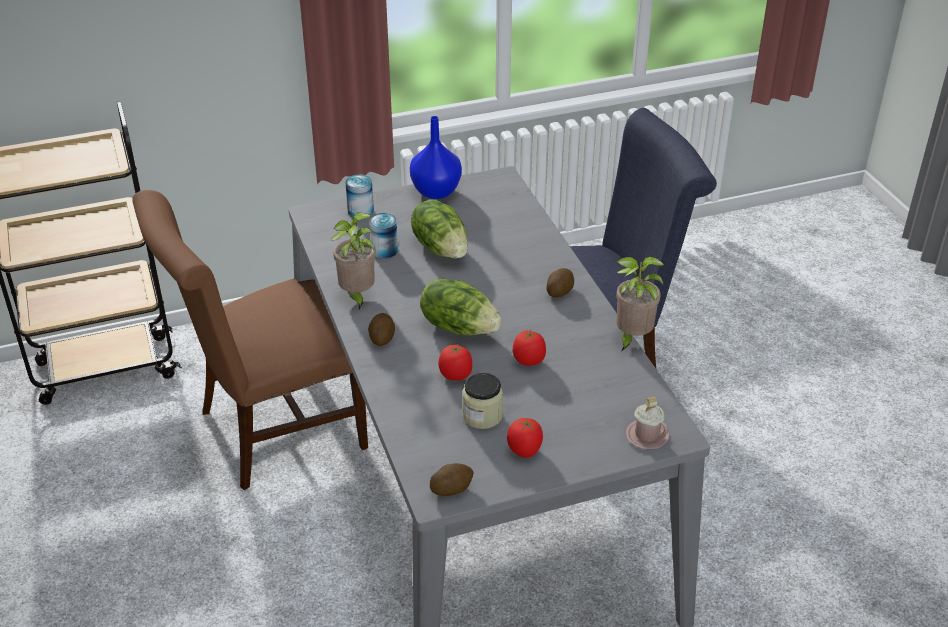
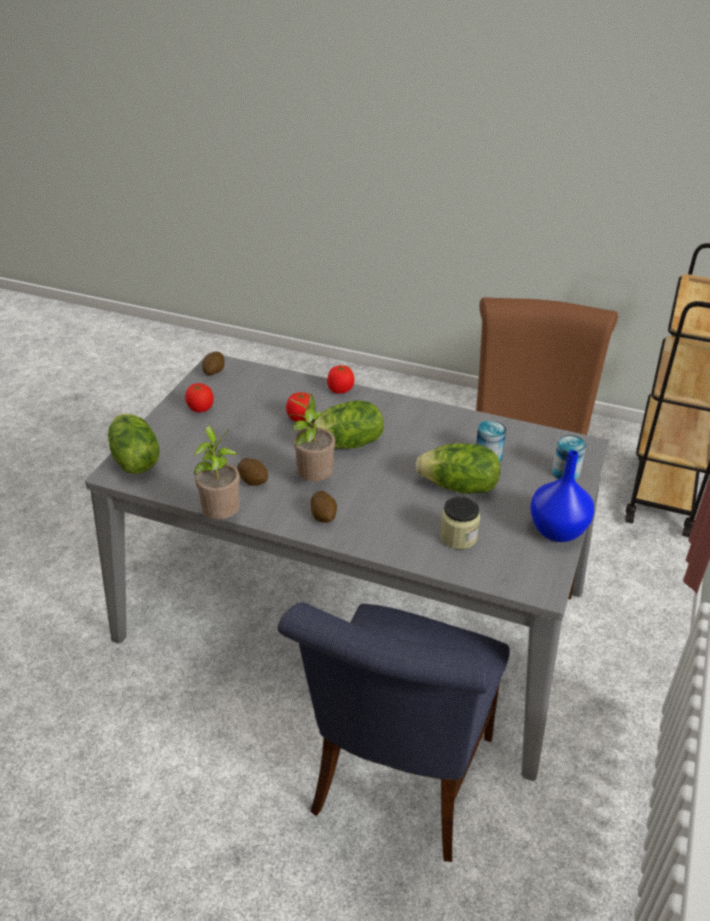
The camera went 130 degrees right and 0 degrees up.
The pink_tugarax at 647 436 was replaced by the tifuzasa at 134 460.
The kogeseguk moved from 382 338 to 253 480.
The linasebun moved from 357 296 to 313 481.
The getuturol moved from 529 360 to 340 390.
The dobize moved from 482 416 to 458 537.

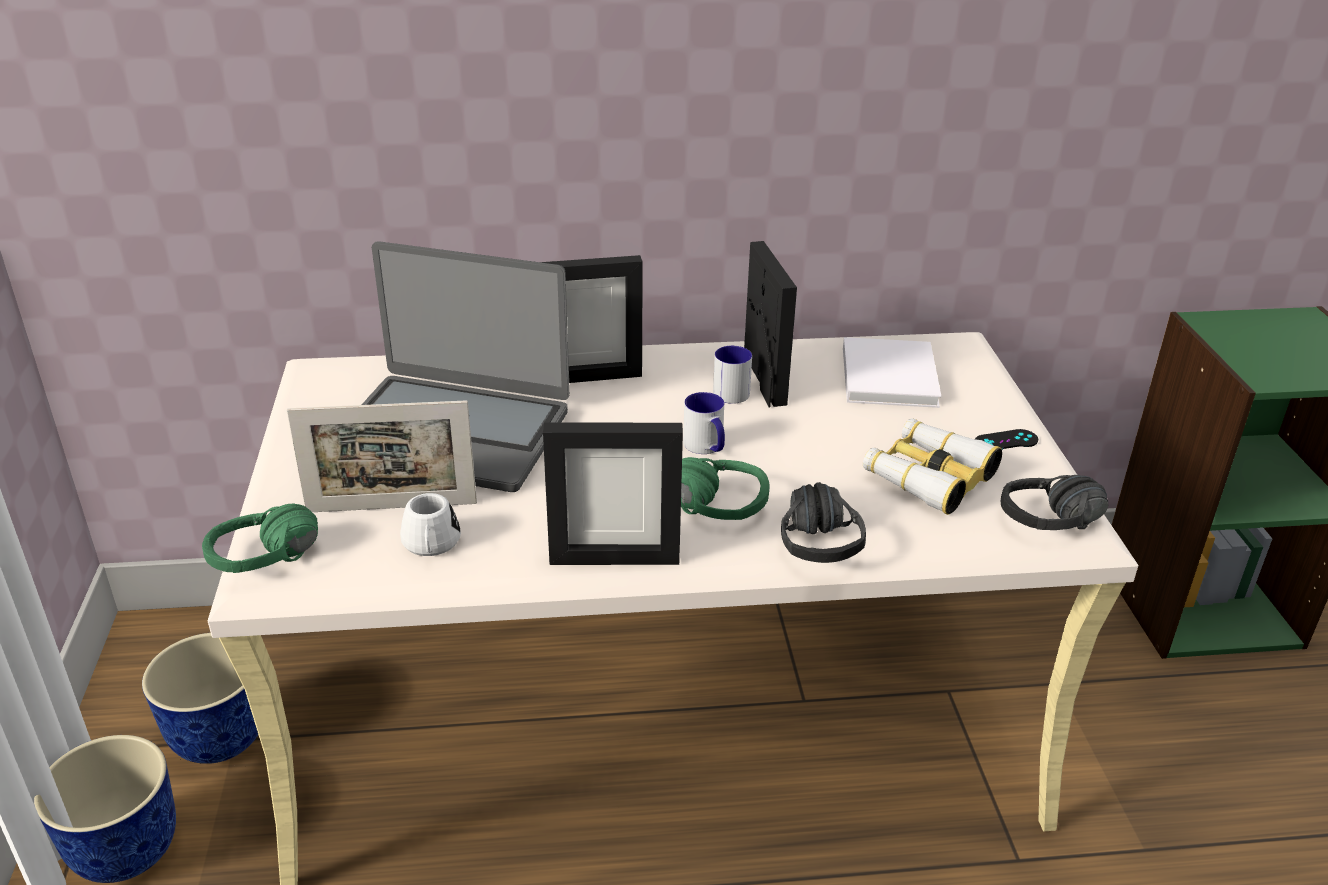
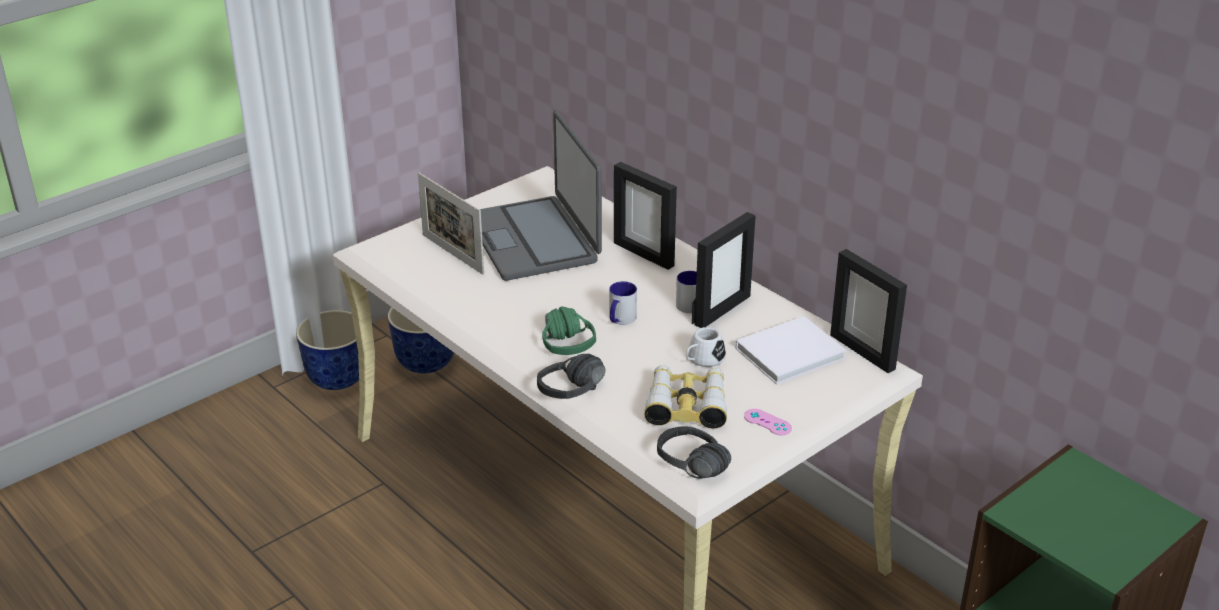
The camera went 55 degrees right and 0 degrees up.
The white_tugarax moved from 431 545 to 702 359.
The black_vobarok at 1006 441 became the pink_vobarok at 767 422.
The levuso moved from 614 557 to 863 351.
The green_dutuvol at 270 566 disappeared.

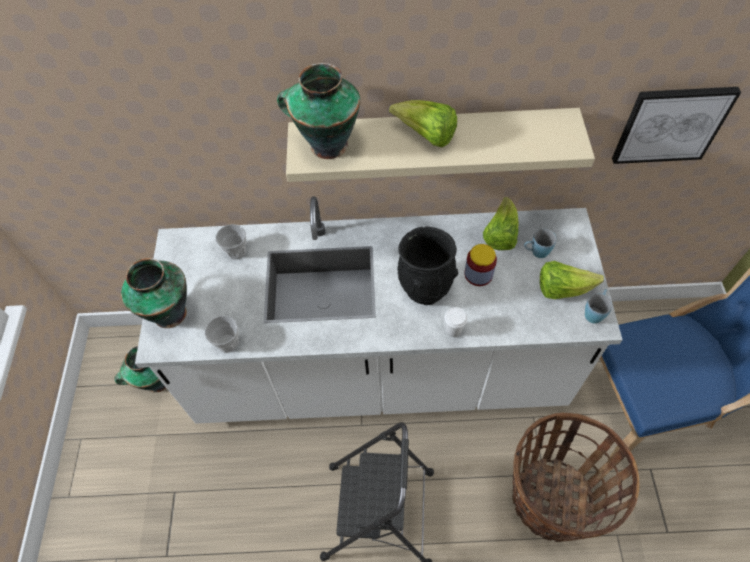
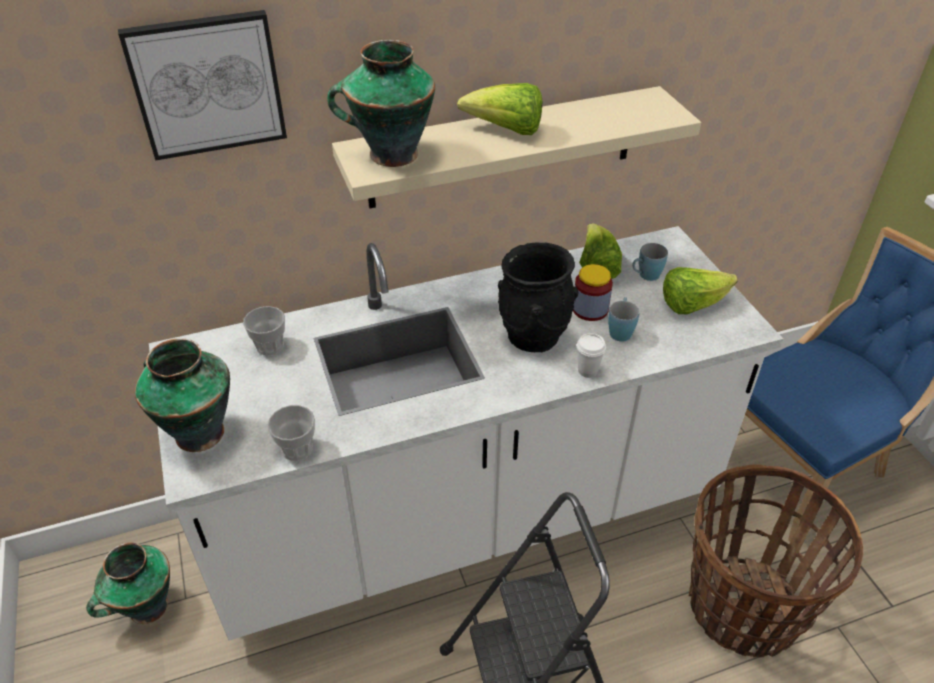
The camera went 20 degrees left and 15 degrees down.
The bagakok moved from 671 124 to 207 84.
The blue_tugarax moved from 594 312 to 620 330.

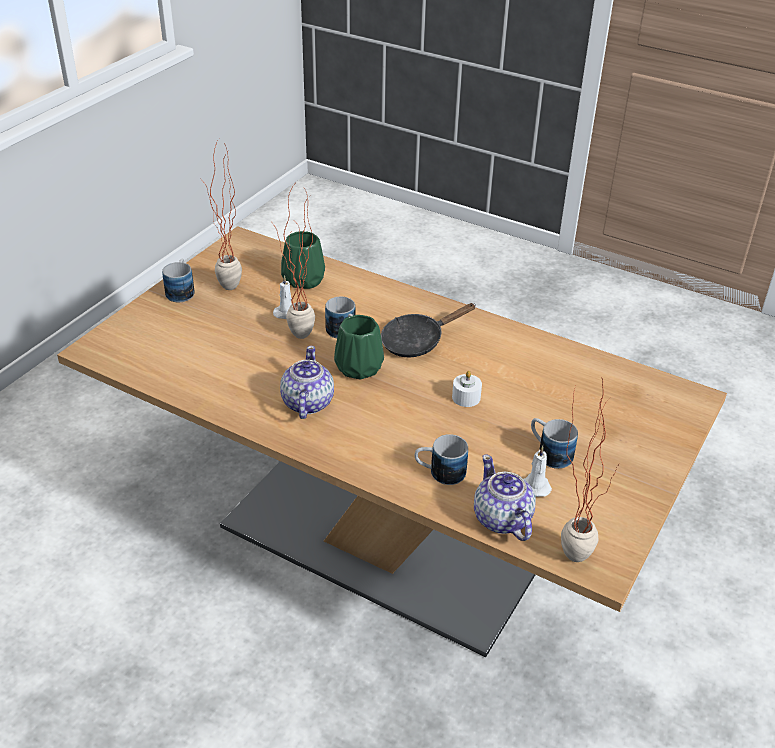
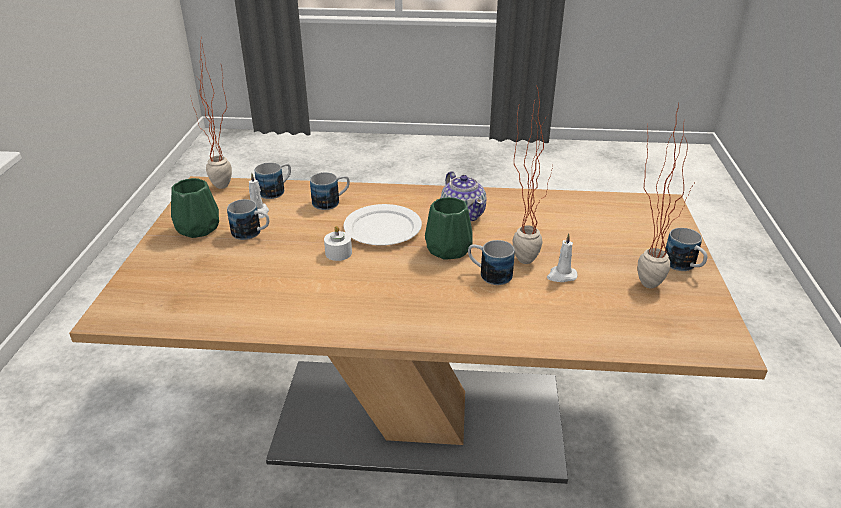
The camera went 155 degrees right and 5 degrees down.
The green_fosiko moved from 305 280 to 197 229.
The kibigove at 502 519 was replaced by the tugarax at 276 190.
The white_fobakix at 382 228 appeared.
The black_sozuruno at 417 341 disappeared.

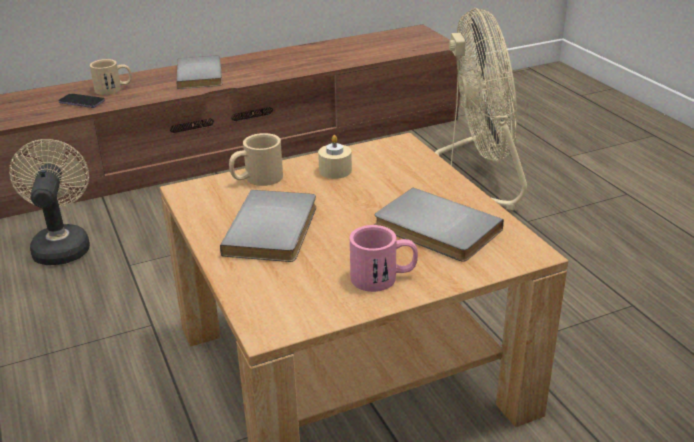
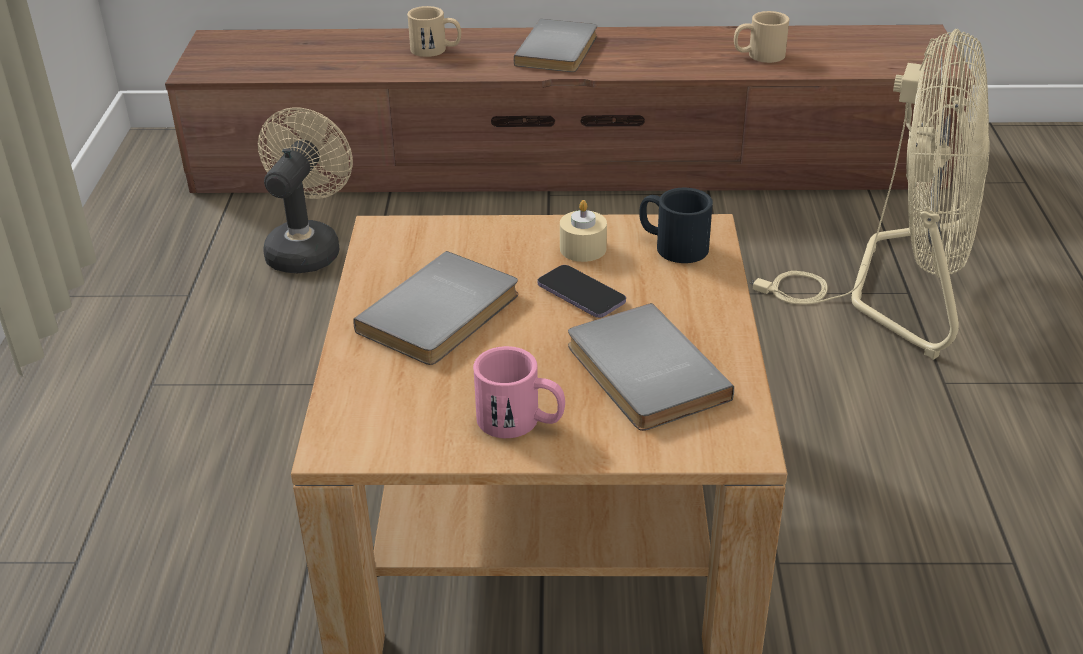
The camera went 25 degrees right and 5 degrees up.
The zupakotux moved from 82 102 to 581 294.
The black_tugarax at 672 245 appeared.
The beige_tugarax moved from 256 179 to 758 55.

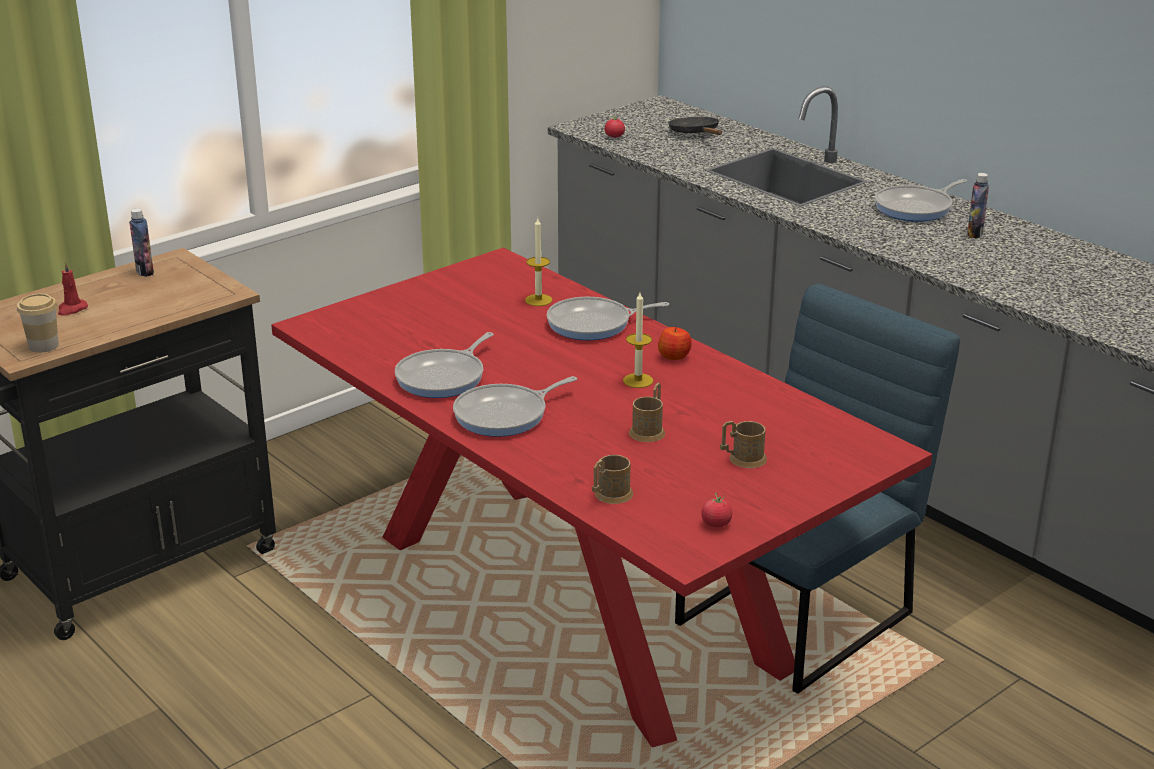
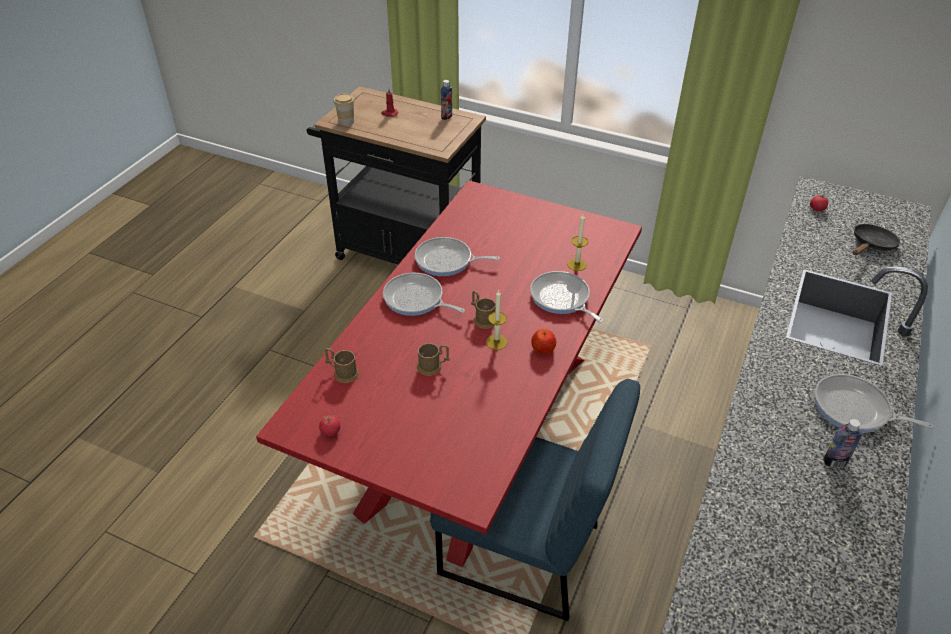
The camera went 65 degrees right and 15 degrees up.
The brown_tugarax moved from 742 459 to 482 318.

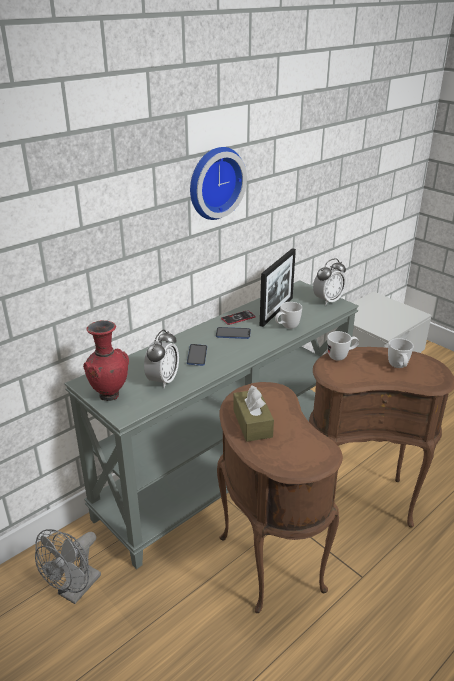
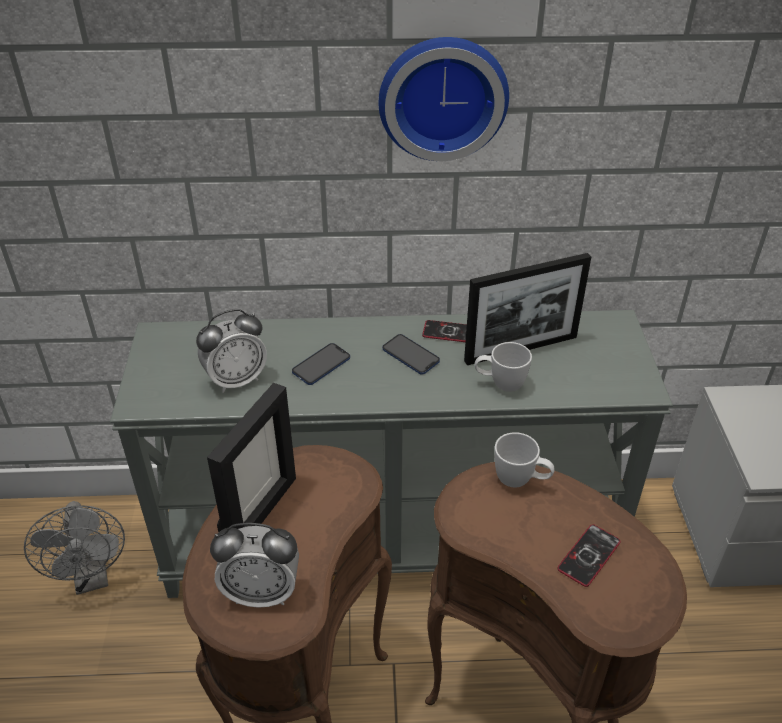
The camera went 40 degrees right and 10 degrees up.
The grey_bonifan at 75 590 turned 90 degrees counterclockwise.
The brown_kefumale at 252 423 was replaced by the levuso at 260 511.
The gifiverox moved from 328 300 to 262 592.
The white_tugarax at 398 367 was replaced by the zupakotux at 589 556.
The red_fosiko at 109 395 disappeared.

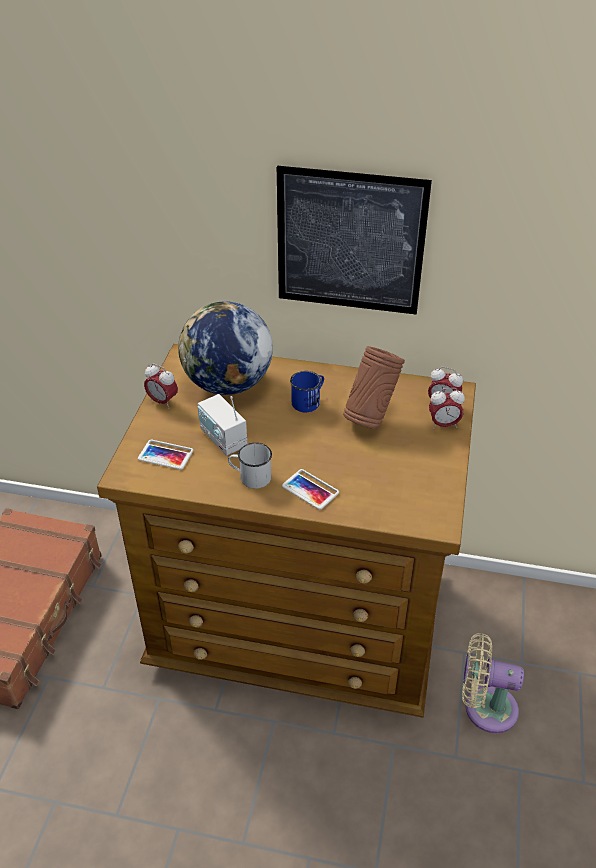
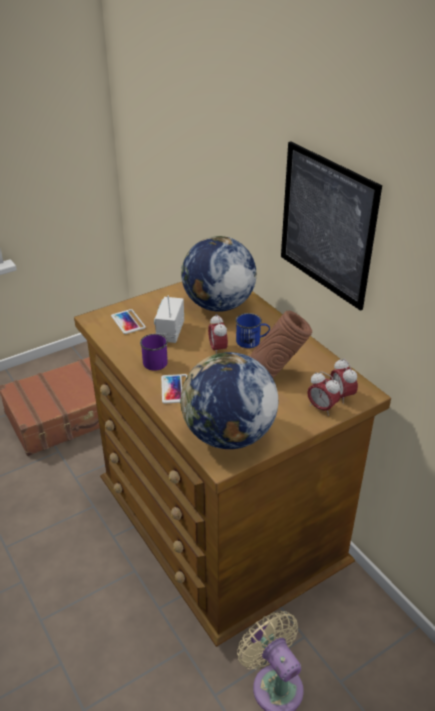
The camera went 45 degrees right and 5 degrees down.
The white_tugarax at 250 477 became the purple_tugarax at 153 361.
The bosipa at 228 435 appeared.
The gifiverox moved from 162 402 to 218 349.

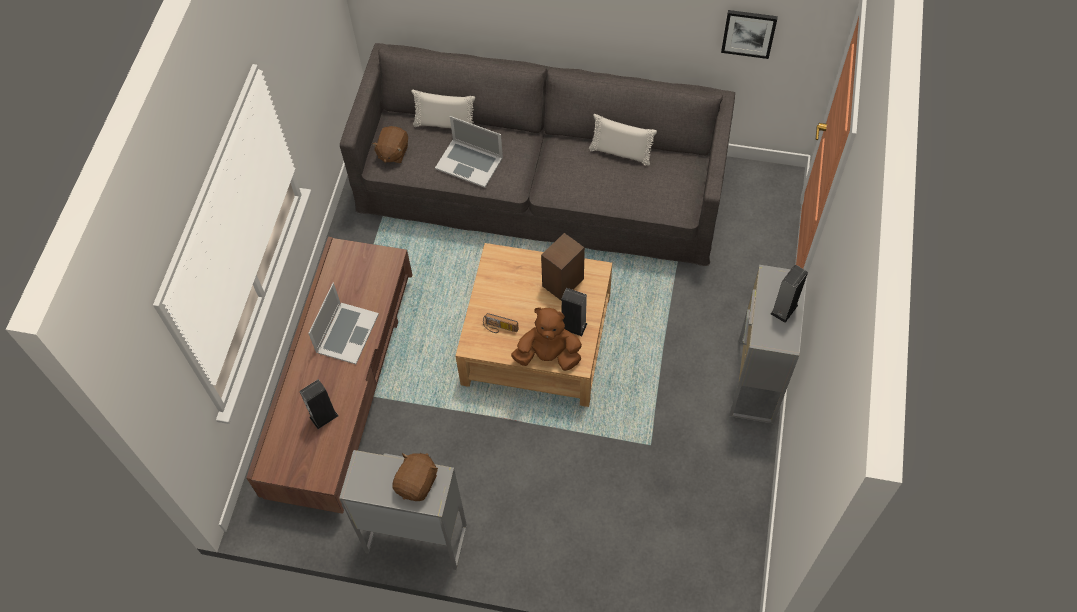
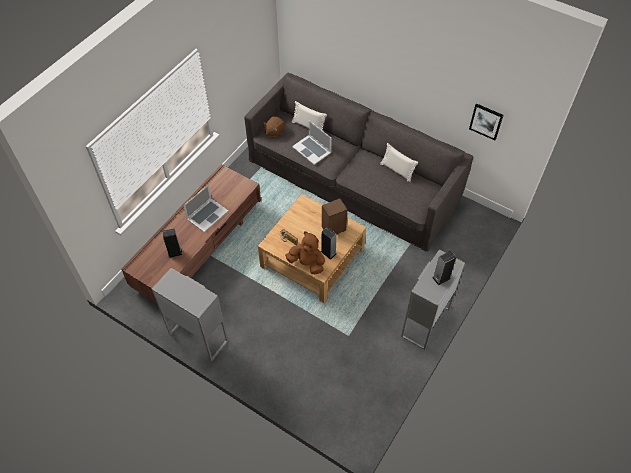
The camera went 20 degrees right and 5 degrees down.
The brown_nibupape at 417 483 disappeared.

